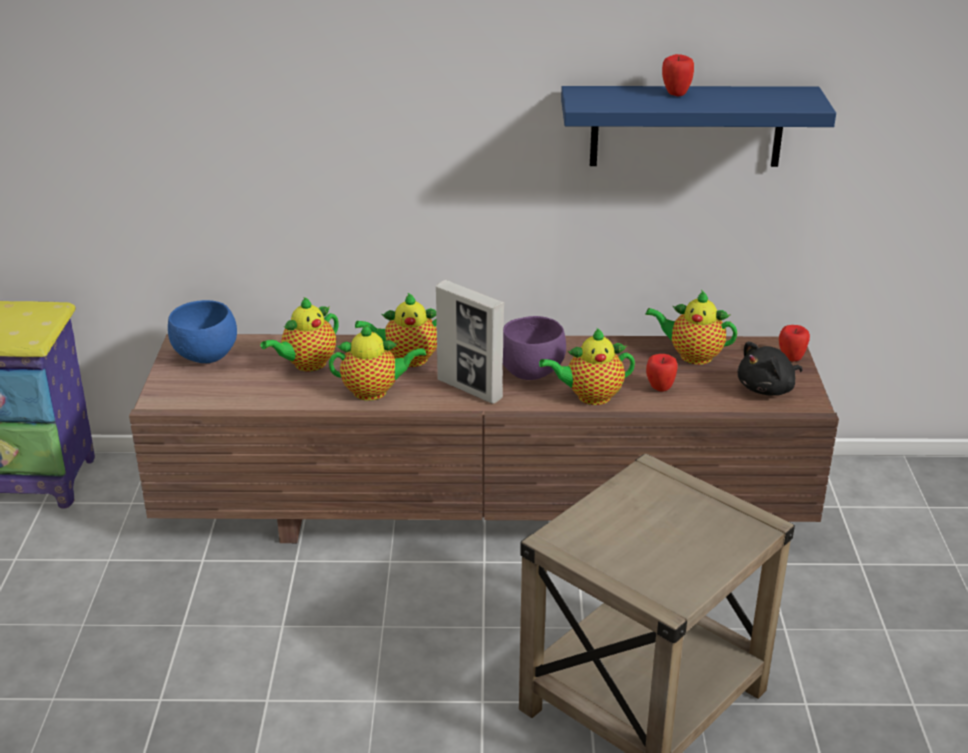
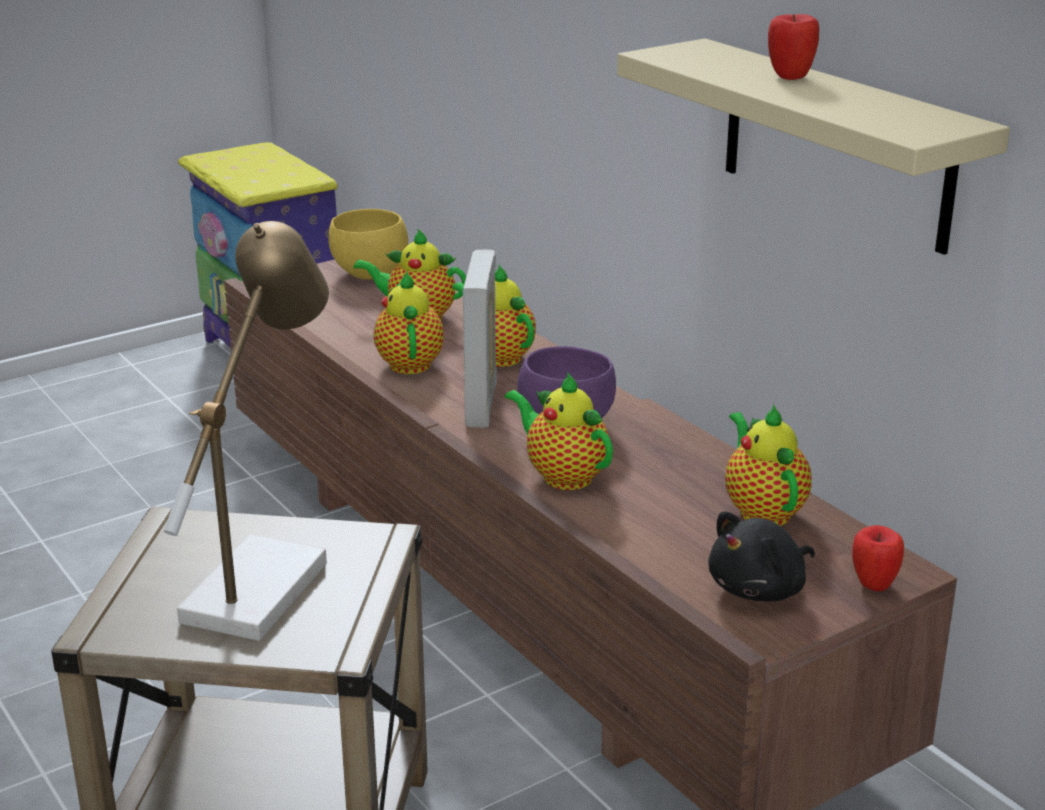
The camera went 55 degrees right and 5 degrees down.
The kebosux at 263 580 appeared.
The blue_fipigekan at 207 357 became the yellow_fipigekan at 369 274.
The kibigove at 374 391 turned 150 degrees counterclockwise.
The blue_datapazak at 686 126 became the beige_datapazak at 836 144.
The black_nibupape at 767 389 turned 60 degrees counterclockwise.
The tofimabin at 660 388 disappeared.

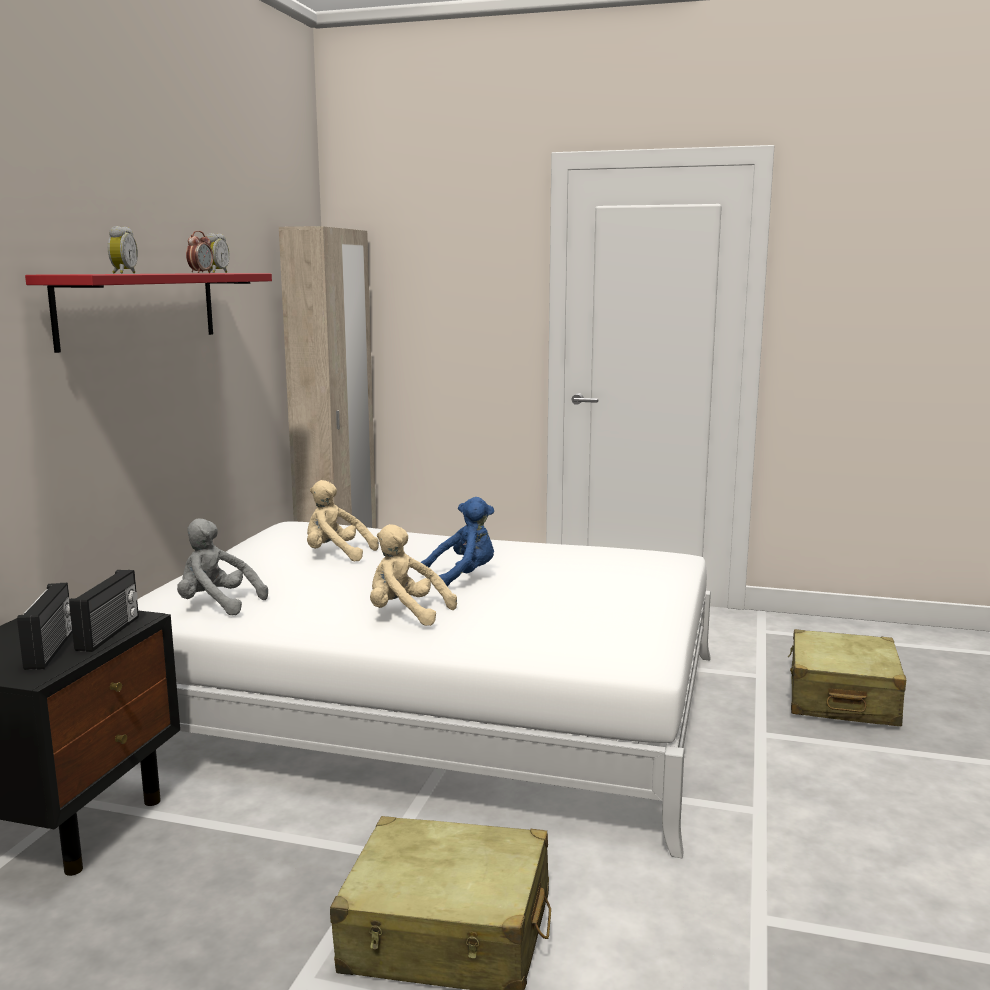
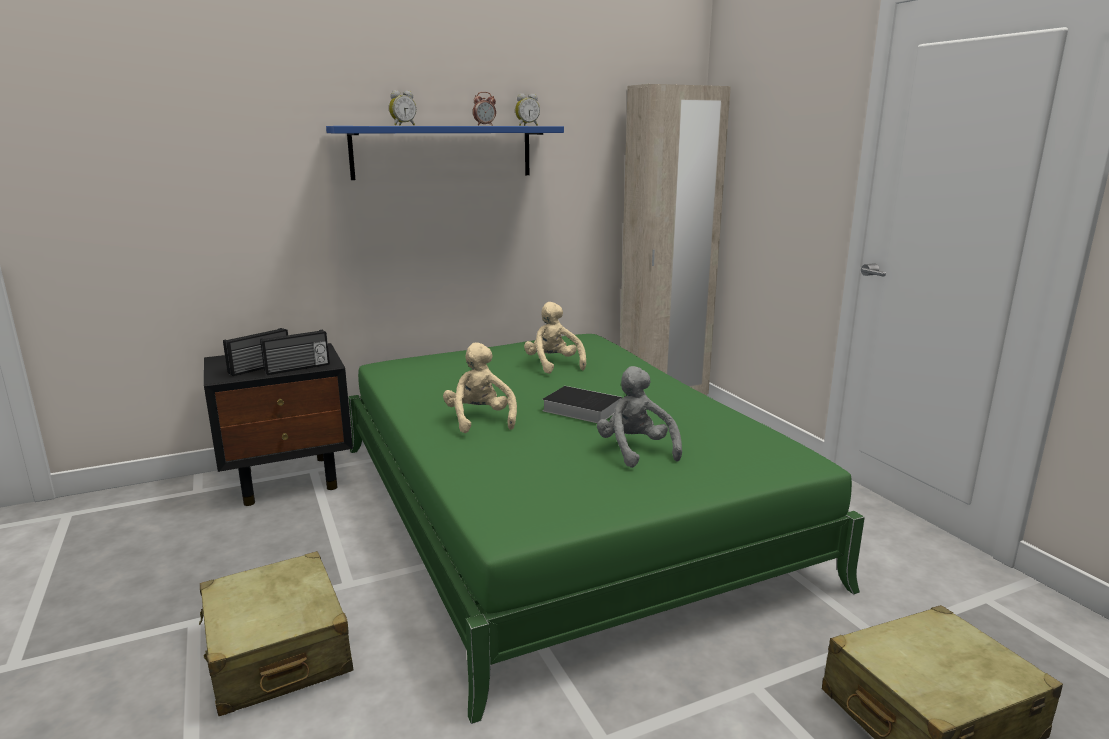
The camera went 50 degrees right and 5 degrees up.
The red_datapazak at 139 308 became the blue_datapazak at 443 152.
The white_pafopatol at 433 704 became the green_pafopatol at 559 509.
The blue_nibupape at 463 577 was replaced by the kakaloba at 579 409.
The grey_nibupape moved from 217 605 to 636 450.

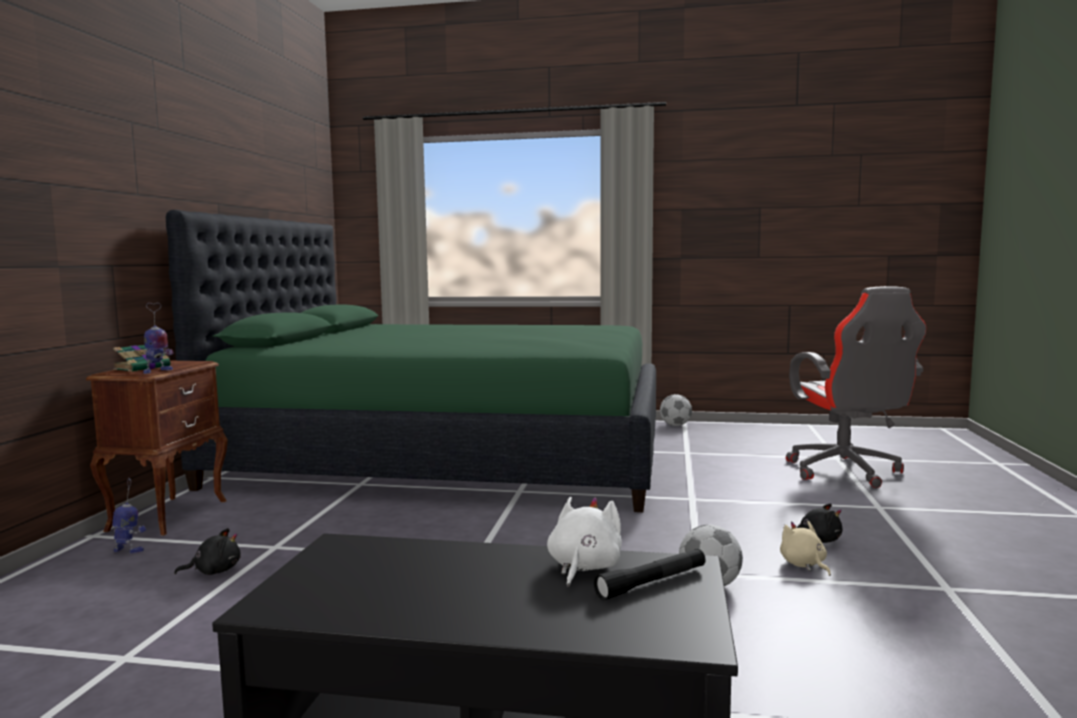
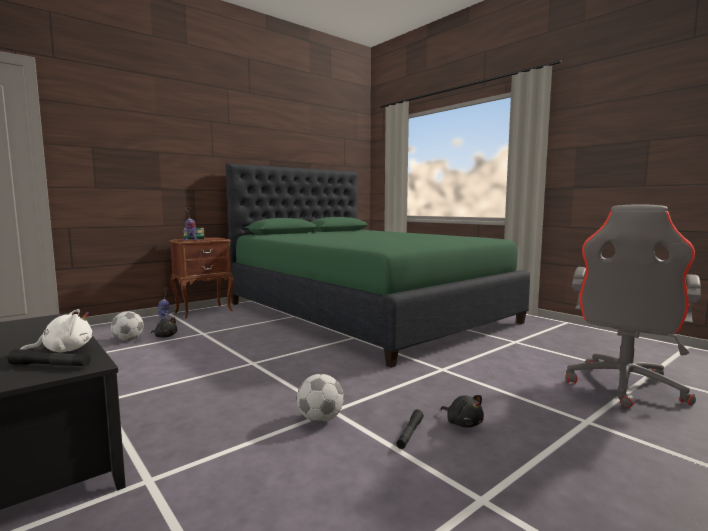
The camera went 40 degrees right and 0 degrees up.
The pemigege moved from 675 425 to 128 339.
The beige_nibupape at 804 565 was replaced by the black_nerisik at 410 434.

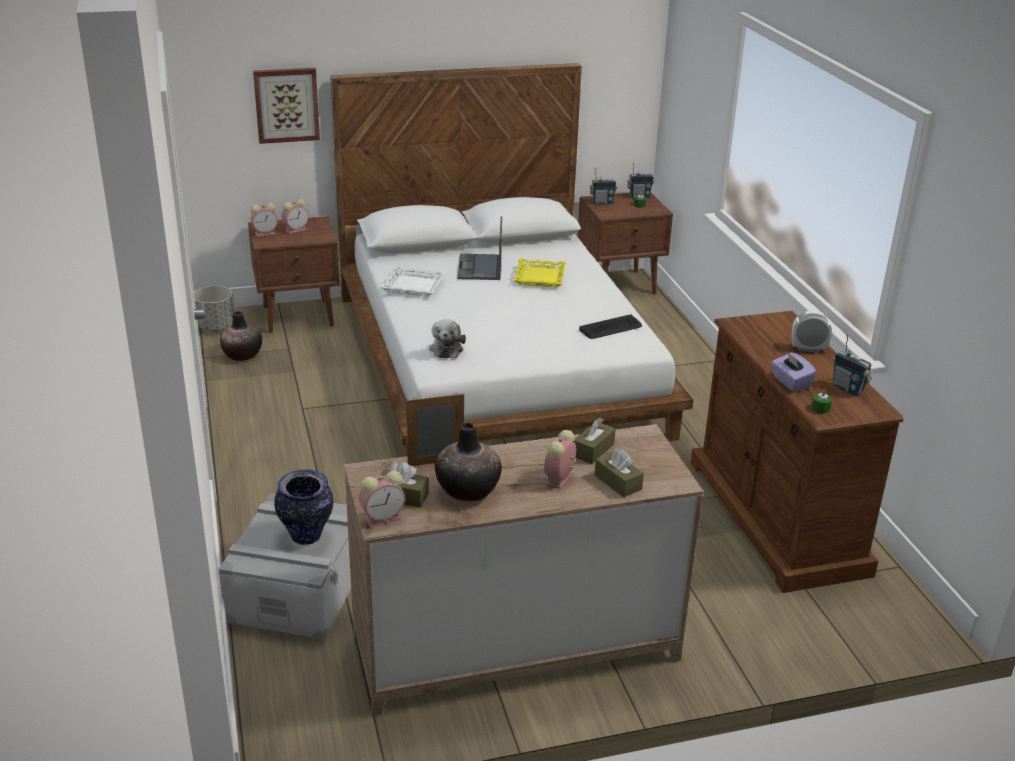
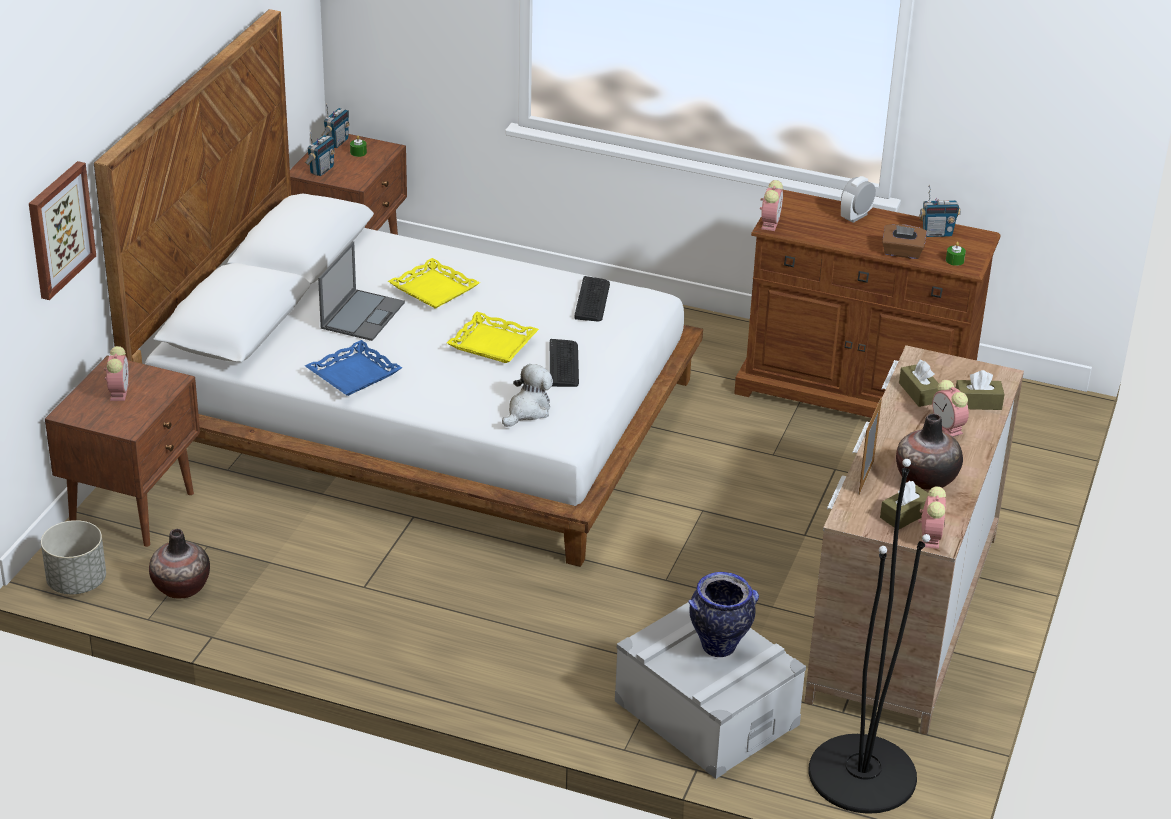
The camera went 55 degrees left and 5 degrees up.
The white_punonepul at 413 286 became the blue_punonepul at 353 374.
The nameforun at 480 268 turned 105 degrees counterclockwise.
The yellow_punonepul at 492 344 appeared.
The nibupape at 446 348 turned 90 degrees counterclockwise.
The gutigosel at 564 364 appeared.
The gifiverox moved from 266 233 to 770 223.
The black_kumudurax at 862 774 appeared.
The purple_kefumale at 790 382 became the brown_kefumale at 902 253.

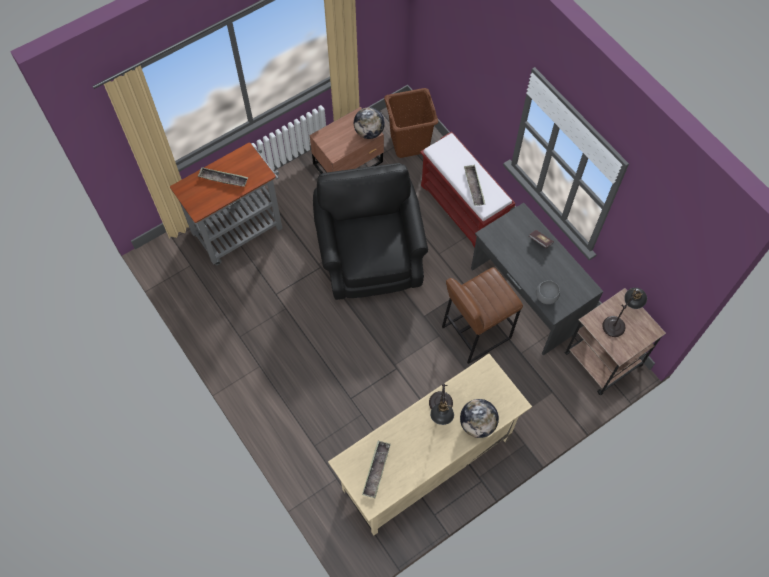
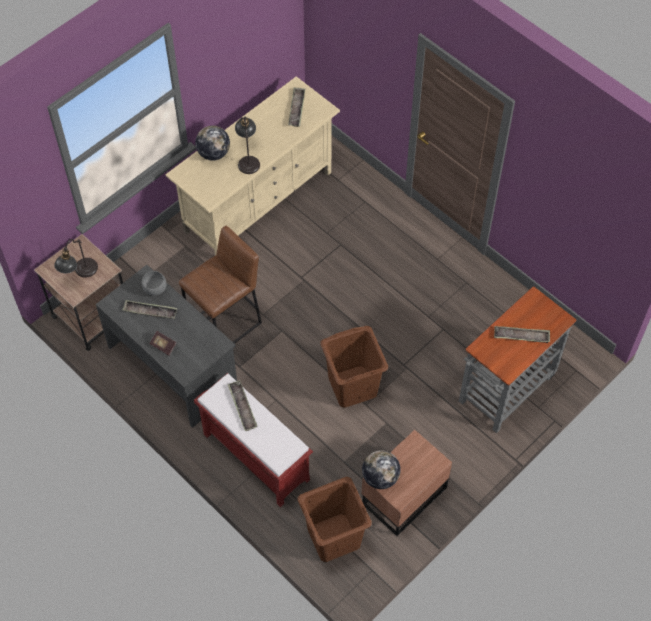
The camera went 170 degrees right and 5 degrees down.
The punonepul at 150 311 appeared.
The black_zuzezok at 370 254 was replaced by the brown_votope at 352 387.

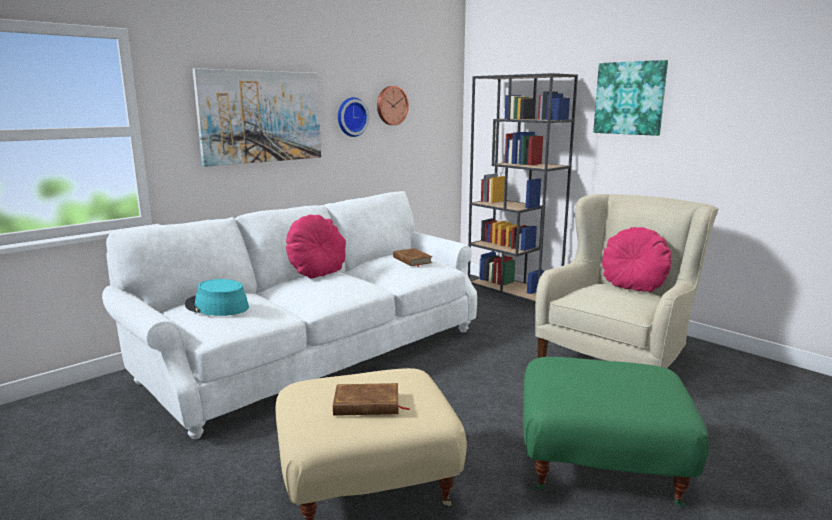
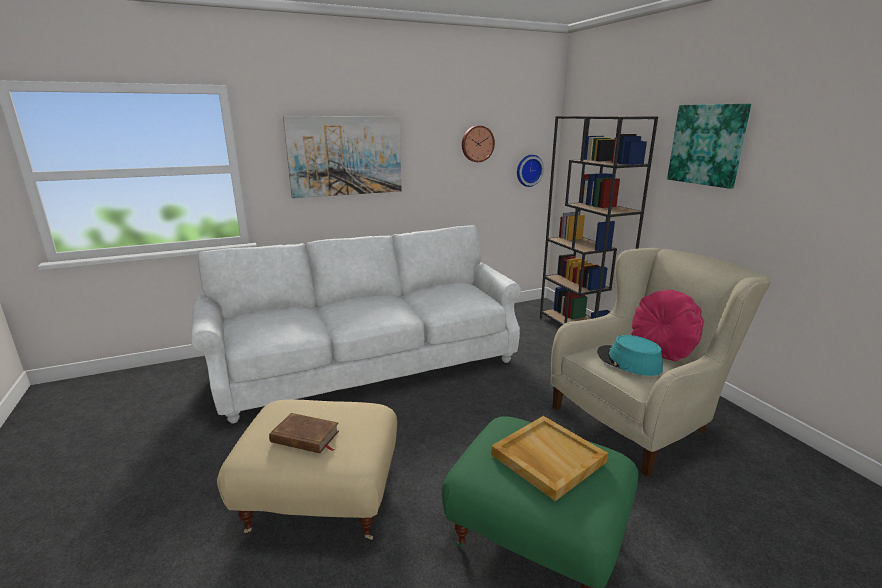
The camera went 20 degrees right and 5 degrees up.
The beige_punonepul at 547 458 appeared.
The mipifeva moved from 351 117 to 528 170.
The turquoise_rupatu moved from 216 306 to 628 361.
The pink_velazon at 317 274 disappeared.
The brown_kakaloba at 412 260 disappeared.

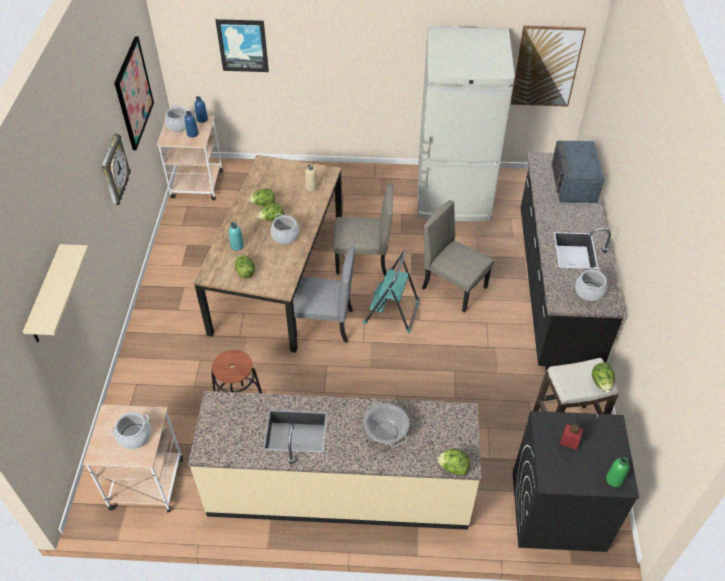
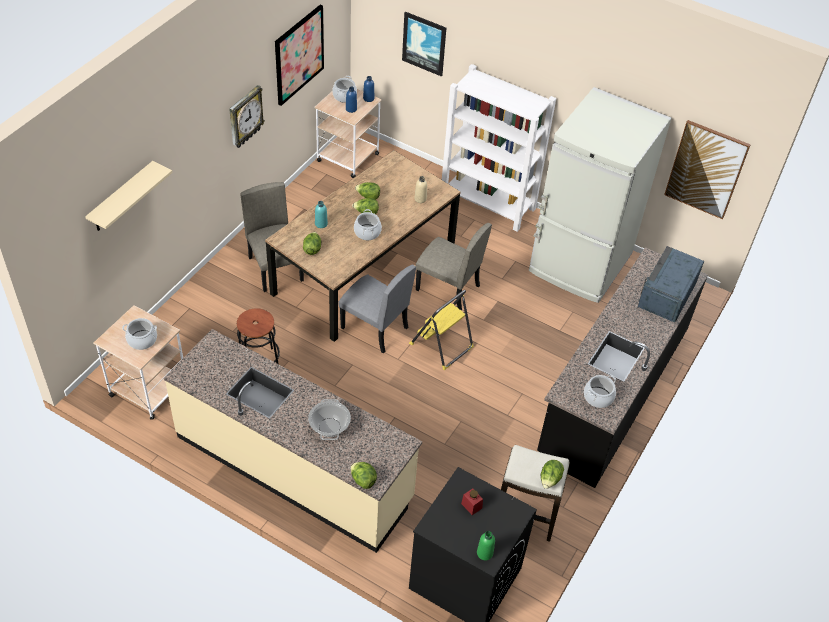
The camera went 25 degrees right and 0 degrees up.
The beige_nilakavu moved from 454 287 to 276 269.
The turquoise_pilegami at 393 313 became the yellow_pilegami at 443 346.
The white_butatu at 488 202 appeared.

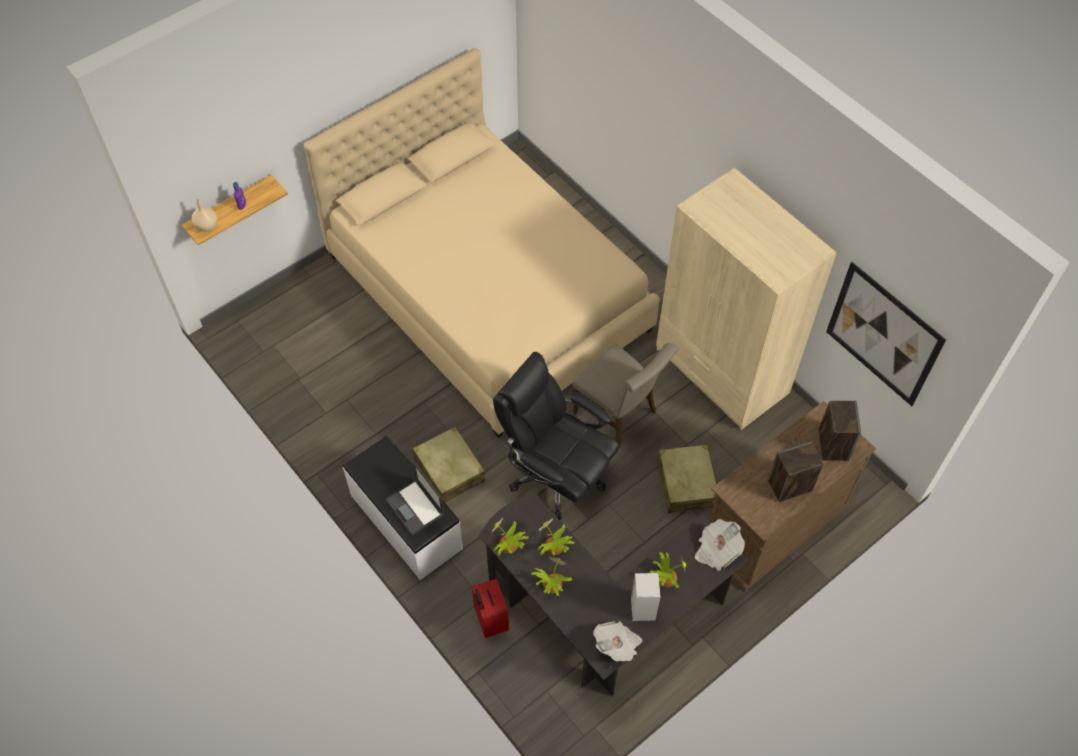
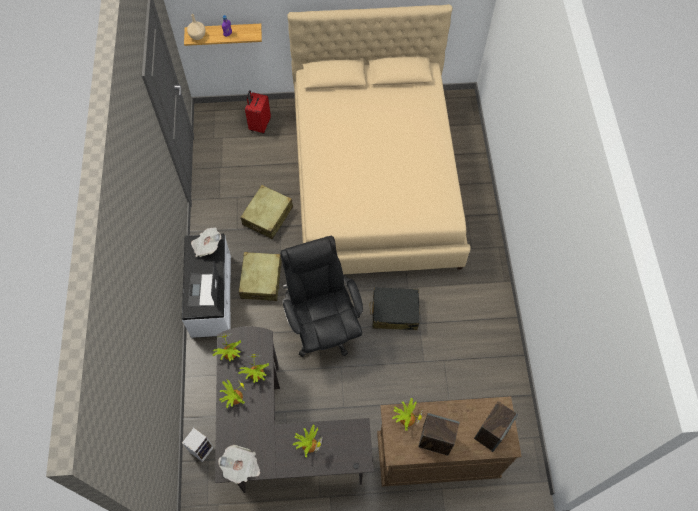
The camera went 35 degrees right and 5 degrees up.
The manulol moved from 642 607 to 202 449.
The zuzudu moved from 716 550 to 207 246.
The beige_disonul moved from 686 484 to 268 216.
The red_disonul moved from 490 620 to 259 125.
The beige_nilakavu at 619 414 was replaced by the black_disonul at 394 312.
The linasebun at 406 417 appeared.
The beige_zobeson at 721 372 disappeared.
The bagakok at 883 335 disappeared.

